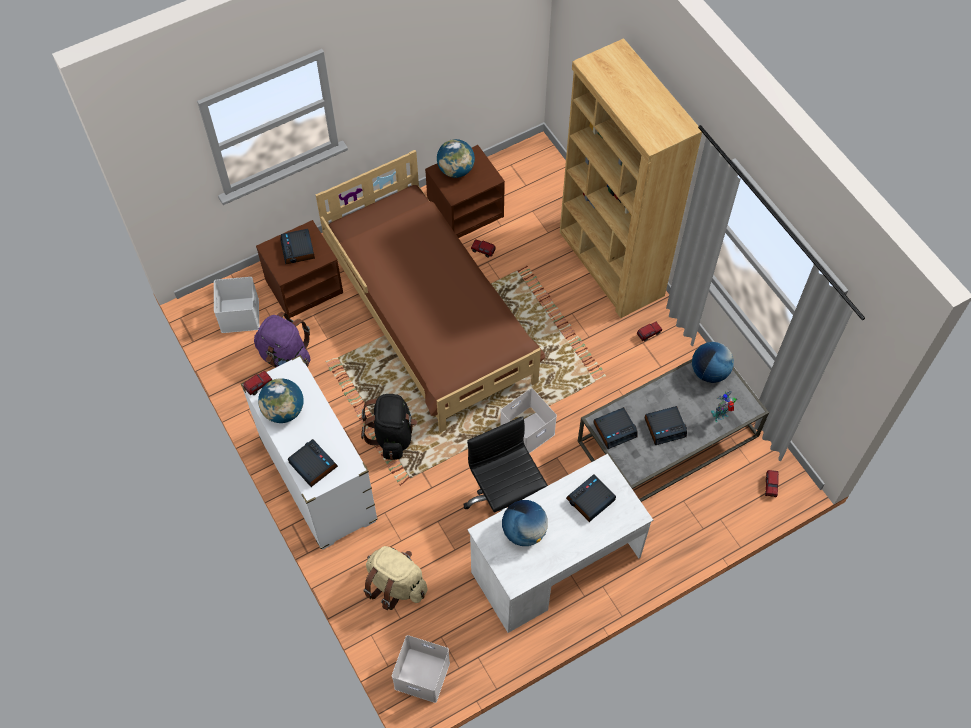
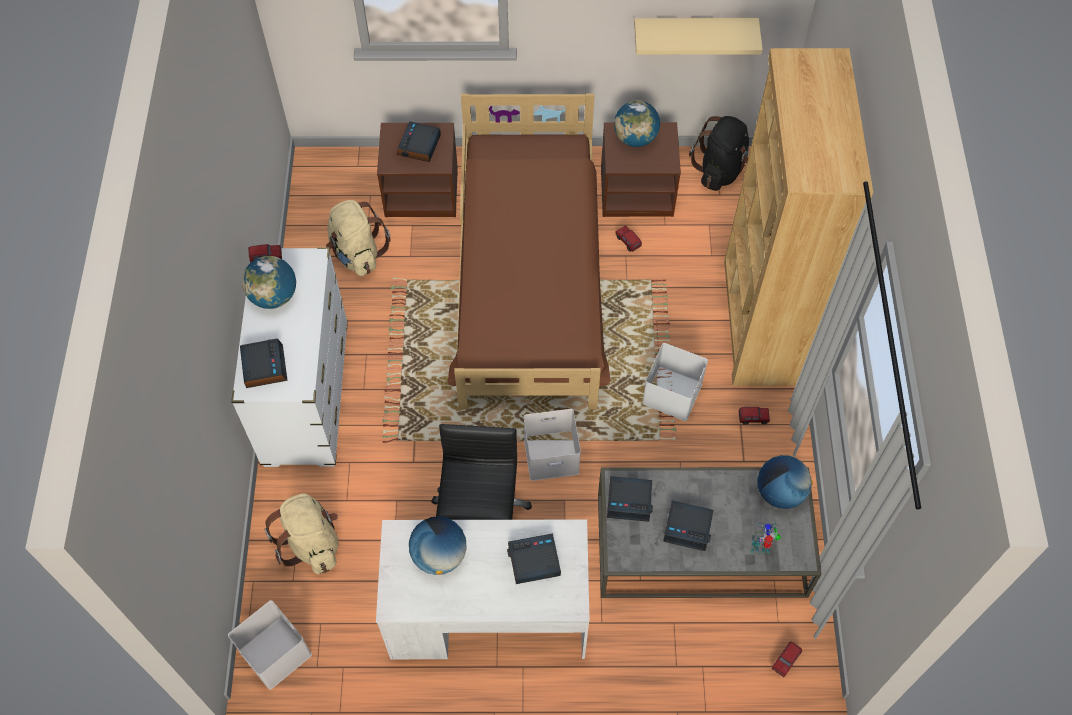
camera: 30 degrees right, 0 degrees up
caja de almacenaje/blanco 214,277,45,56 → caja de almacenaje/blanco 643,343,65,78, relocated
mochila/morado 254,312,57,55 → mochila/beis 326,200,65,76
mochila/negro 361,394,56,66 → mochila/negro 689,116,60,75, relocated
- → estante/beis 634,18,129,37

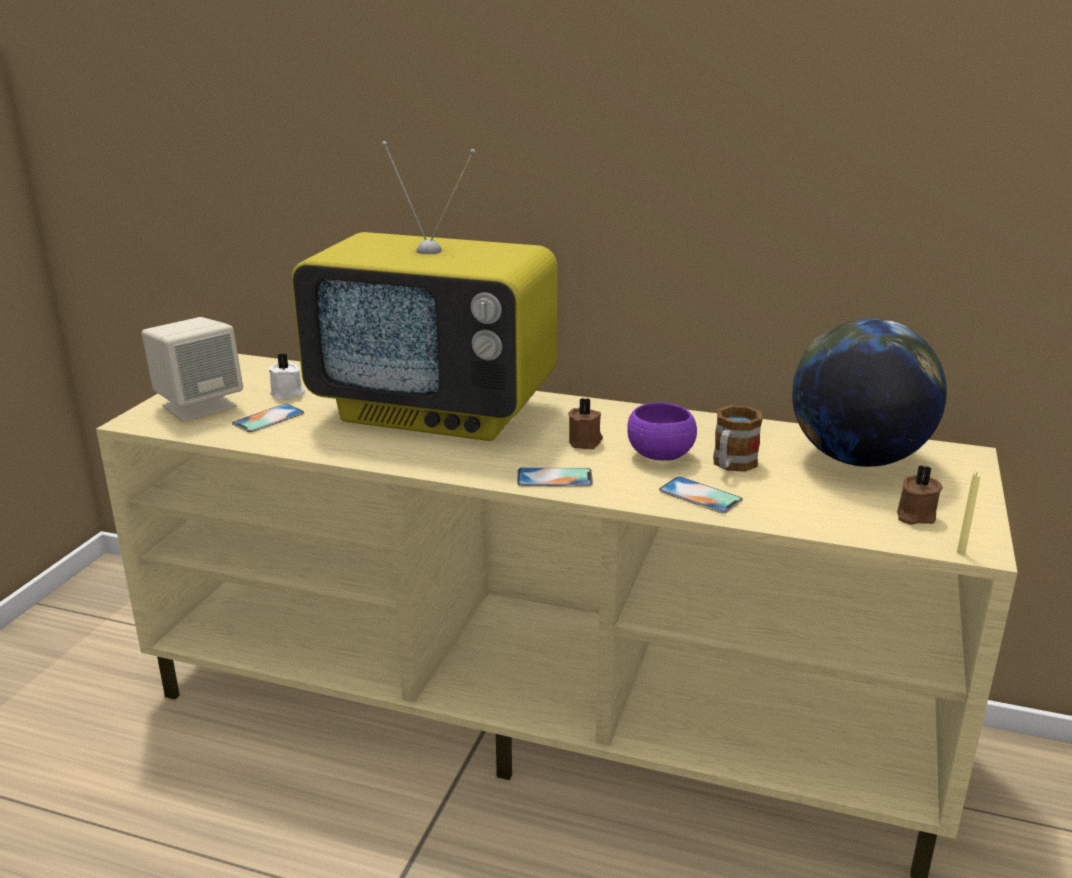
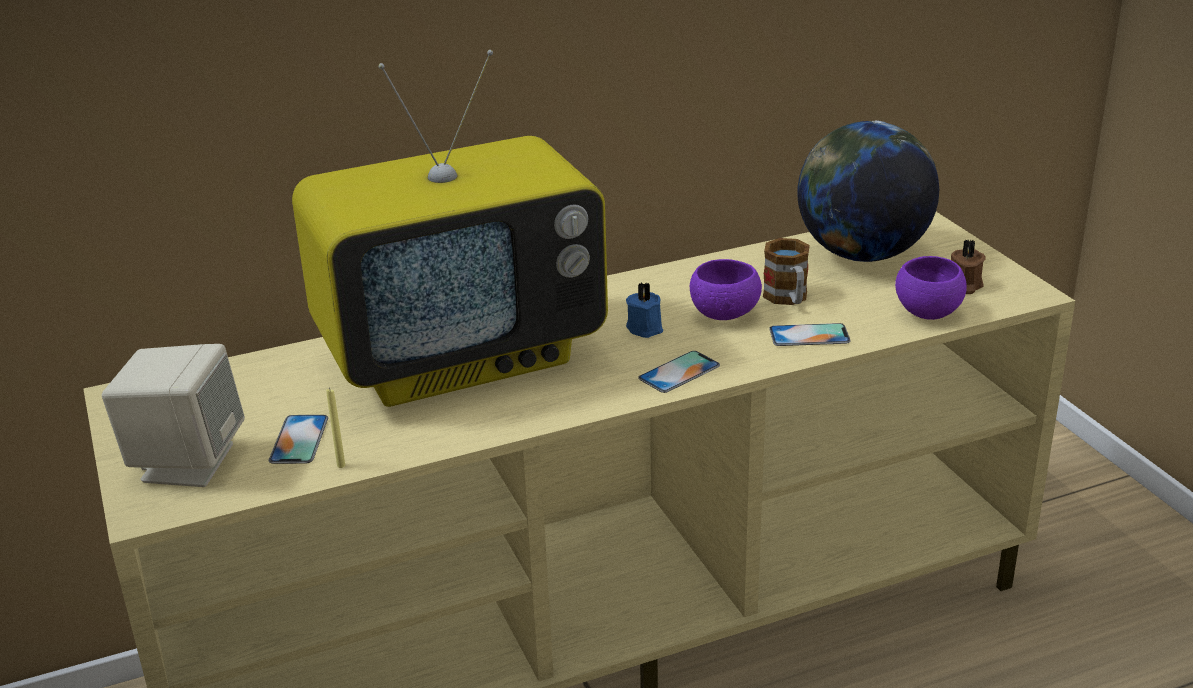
camera: 40 degrees left, 5 degrees up
vela/blanco 269,353,36,47 → -
vela/marrón 568,398,35,51 → vela/azul 626,282,37,56
vela/amarillo 957,472,23,82 → vela/amarillo 326,389,19,79, relocated
- → cuenco/morado 895,256,72,64

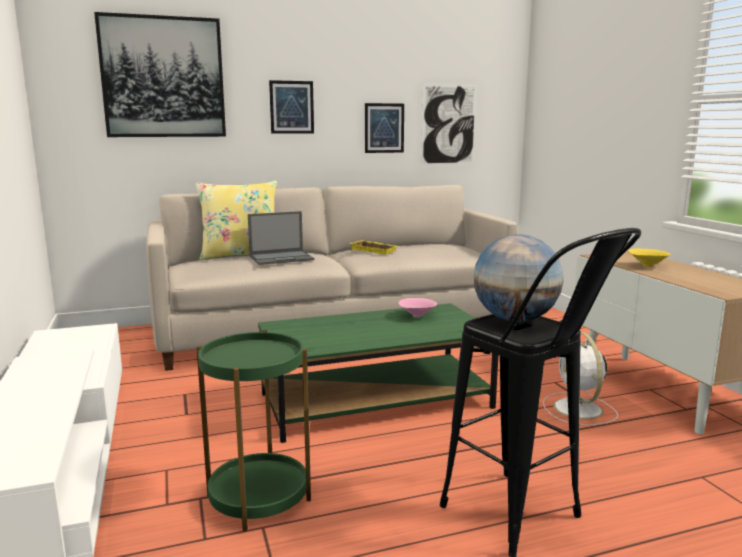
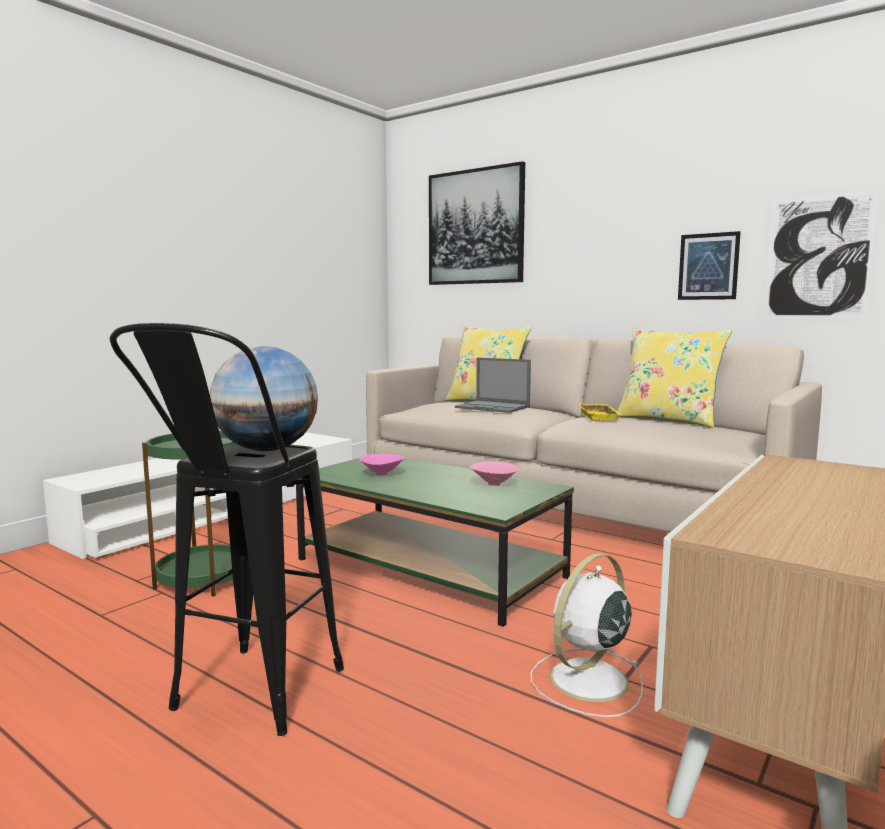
camera: 55 degrees right, 5 degrees down
cuadro 269,80,45,54 → -
cuenco/amarillo 629,248,41,19 → -
- → cuenco/rosa 359,454,45,22
- → cojín/amarillo 617,328,115,100

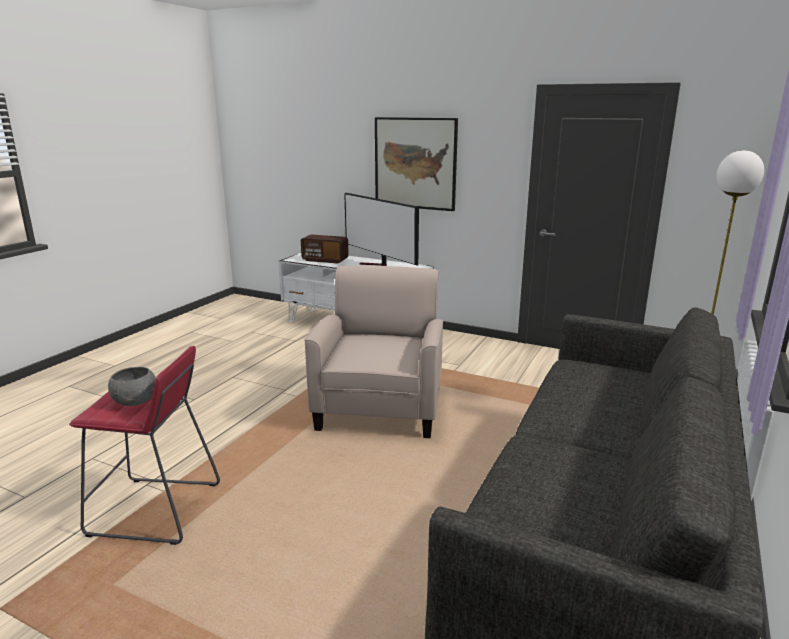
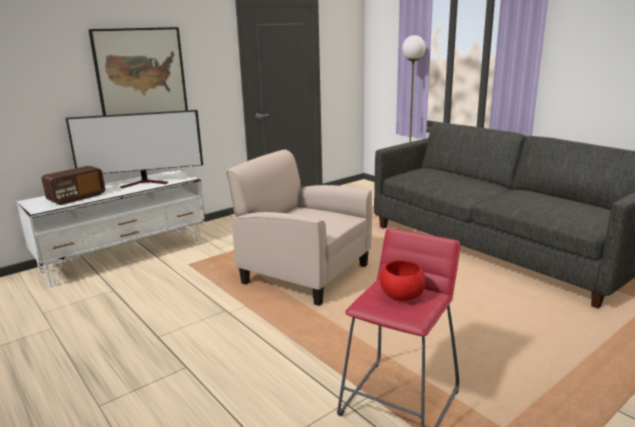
camera: 65 degrees left, 0 degrees up
cuenco/gris 108,367,48,39 → cuenco/rojo 380,260,46,41

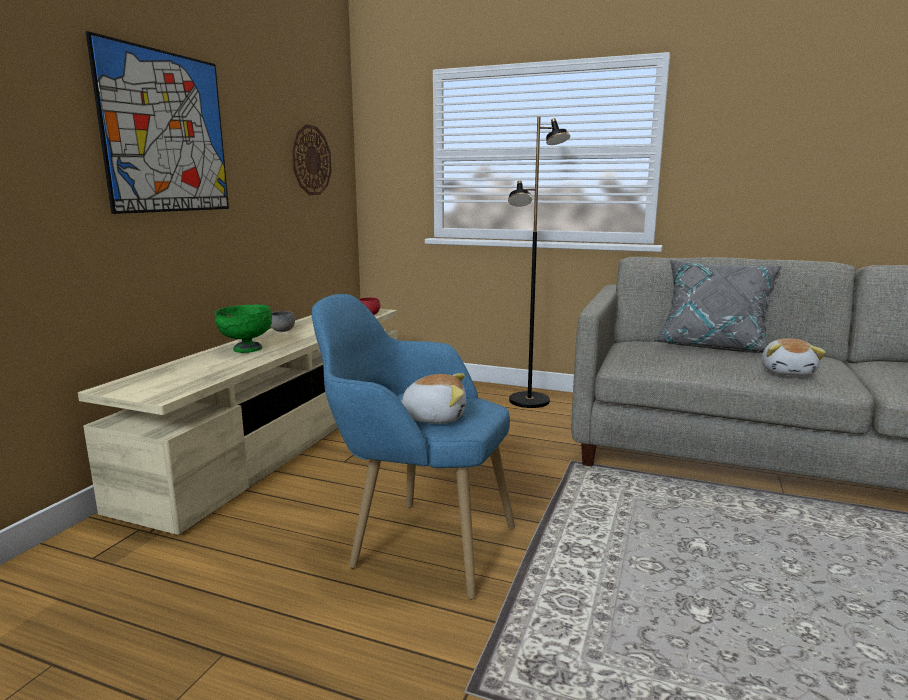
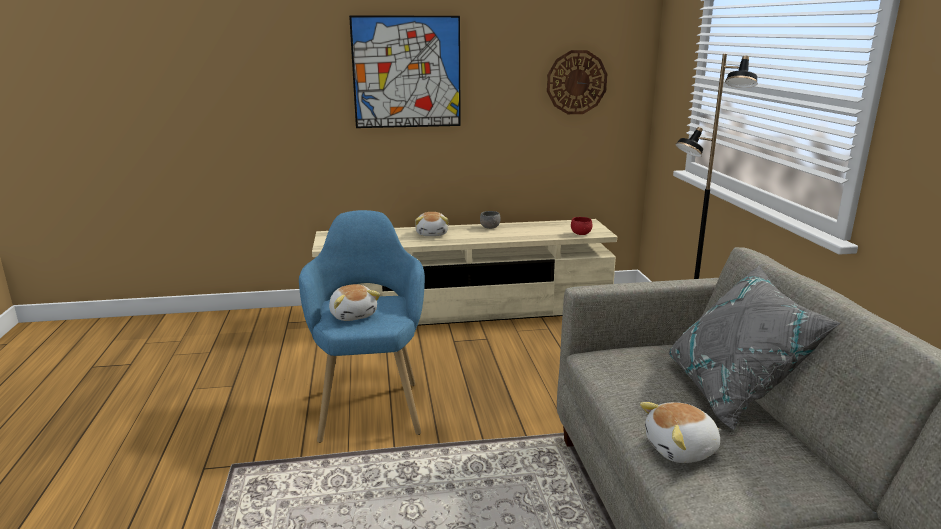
camera: 60 degrees right, 5 degrees up
cuenco/verde 214,305,58,48 → peluche 415,212,34,24

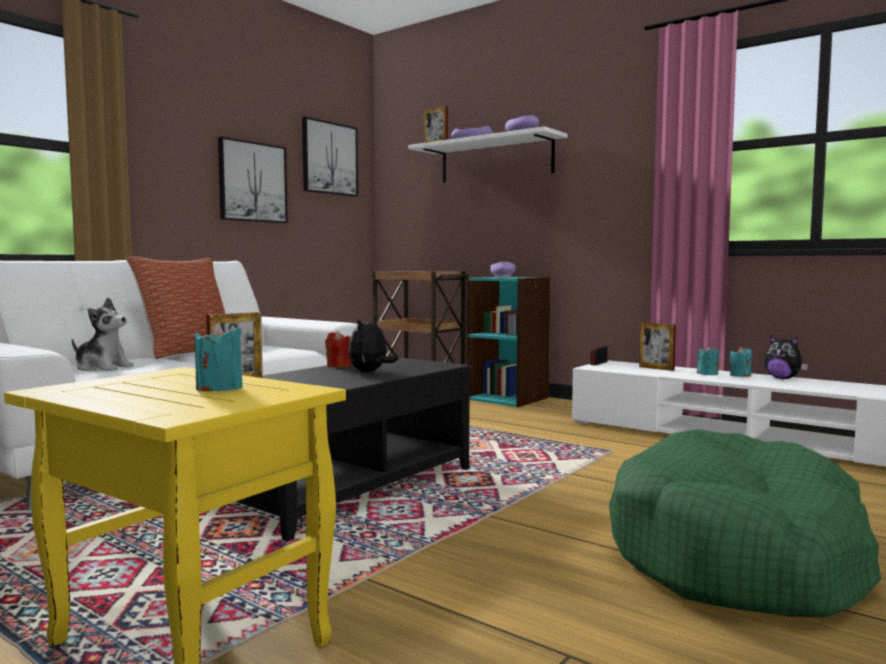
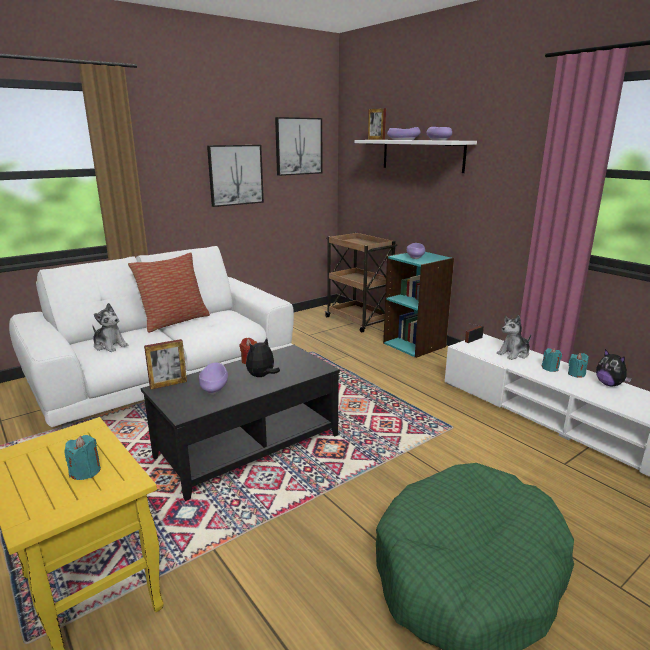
camera: 15 degrees right, 15 degrees up
portarretratos 639,322,37,49 → peluche 497,315,34,45
- → cuenco/morado 199,362,29,33

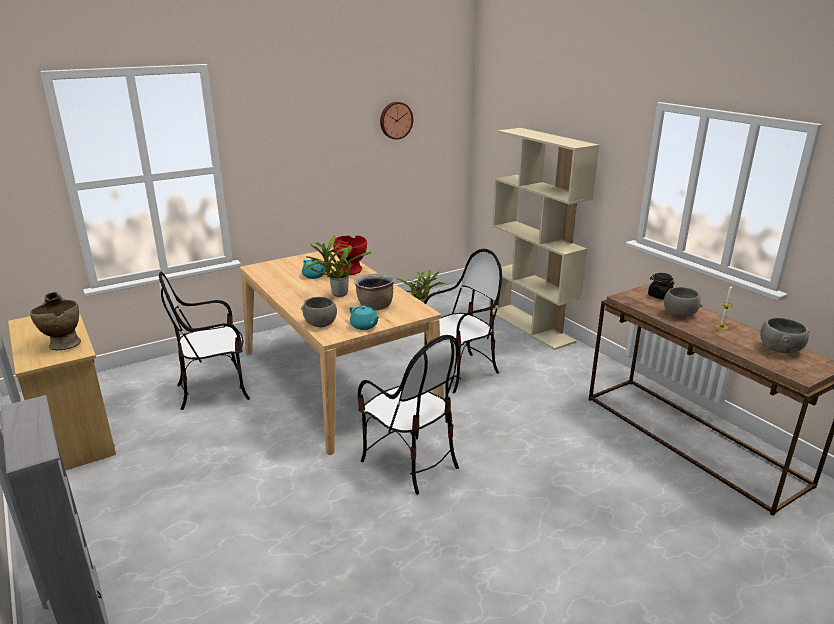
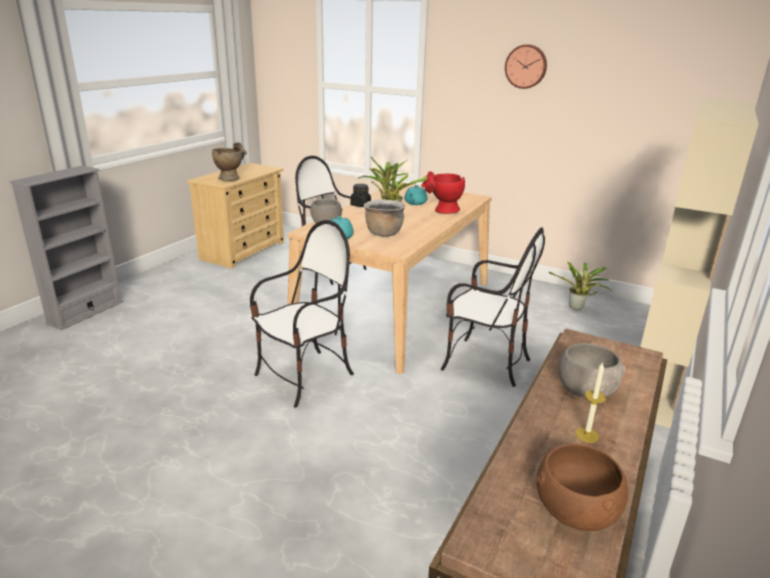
camera: 60 degrees right, 0 degrees up
silla 357,335,102,159 → silla 250,220,104,188, 150 degrees counterclockwise
reloj de pared 380,102,33,38 → reloj de pared 505,44,42,45, relocated
tarro/negro 648,273,26,27 → tarro/negro 350,184,21,23, relocated
cuenco/gris 760,318,49,35 → cuenco/marrón 537,443,91,88

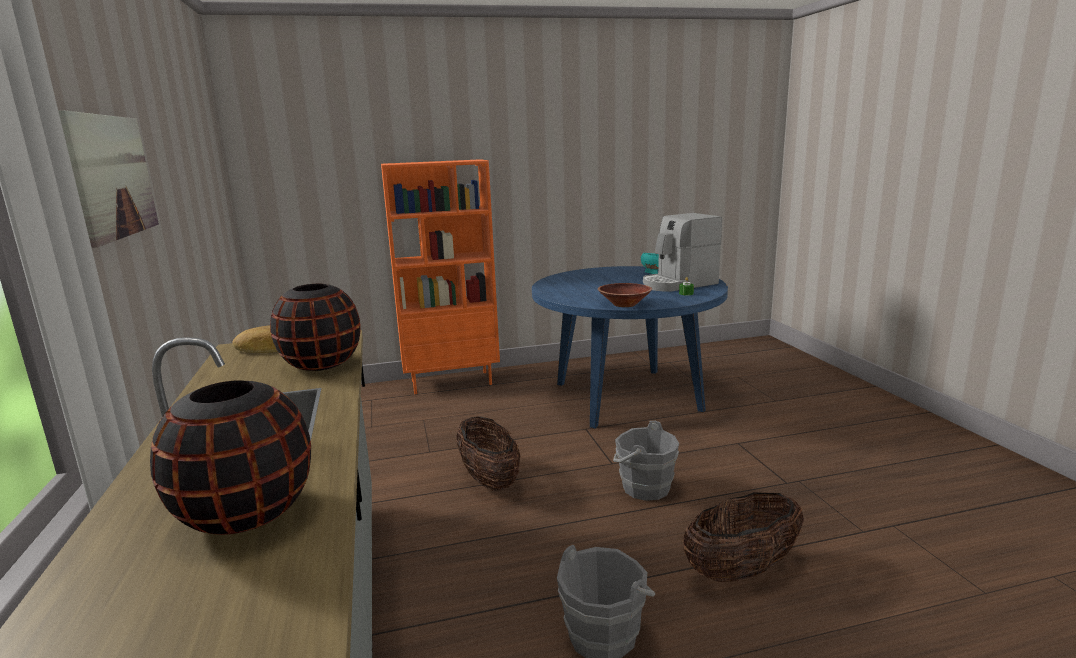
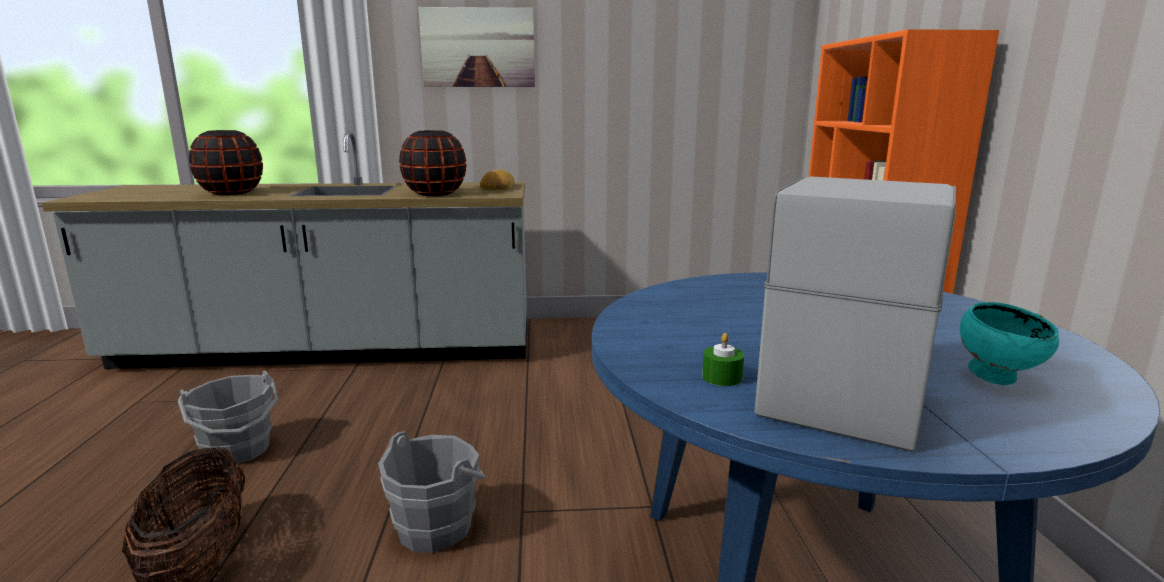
camera: 100 degrees right, 0 degrees up
cesta 456,417,64,74 → -
cuenco/marrón 598,283,54,24 → -
cafetera 643,213,79,79 → cafetera 755,177,201,274, 45 degrees clockwise

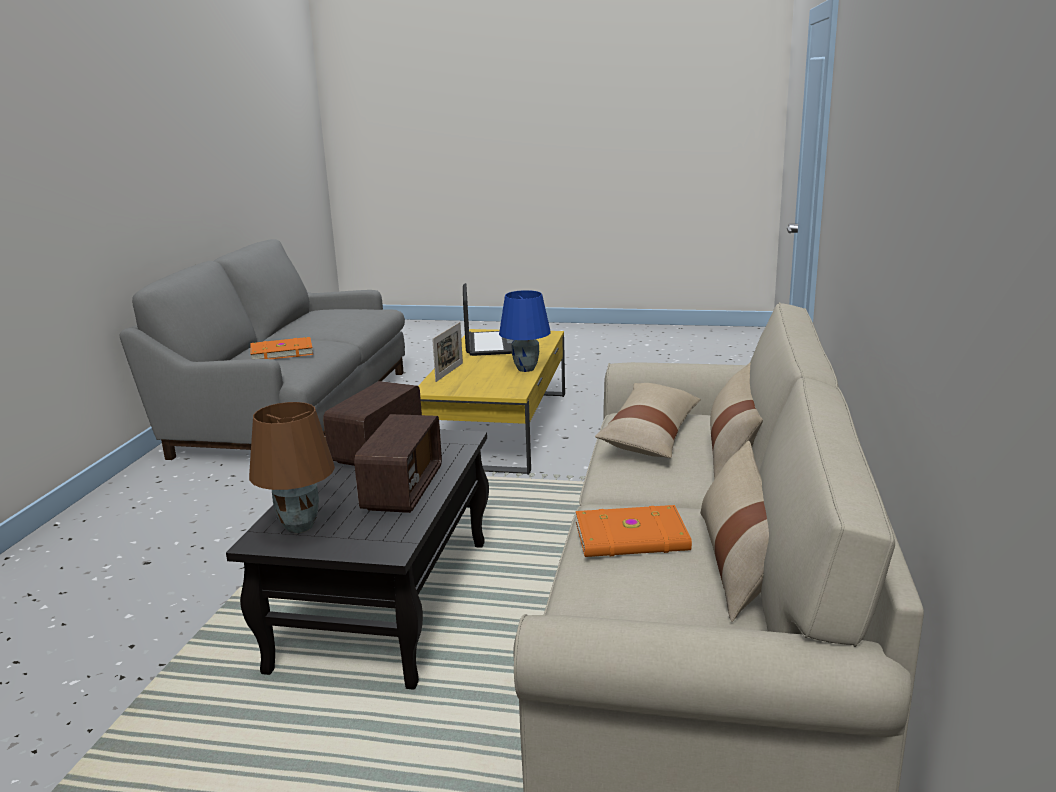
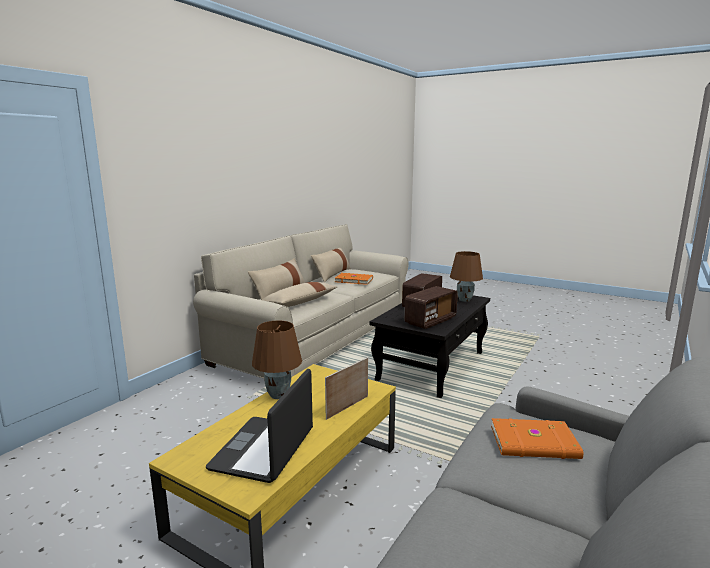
camera: 160 degrees left, 5 degrees down
lámpara de mesa/azul 499,290,52,82 → lámpara de mesa/marrón 252,320,50,79

